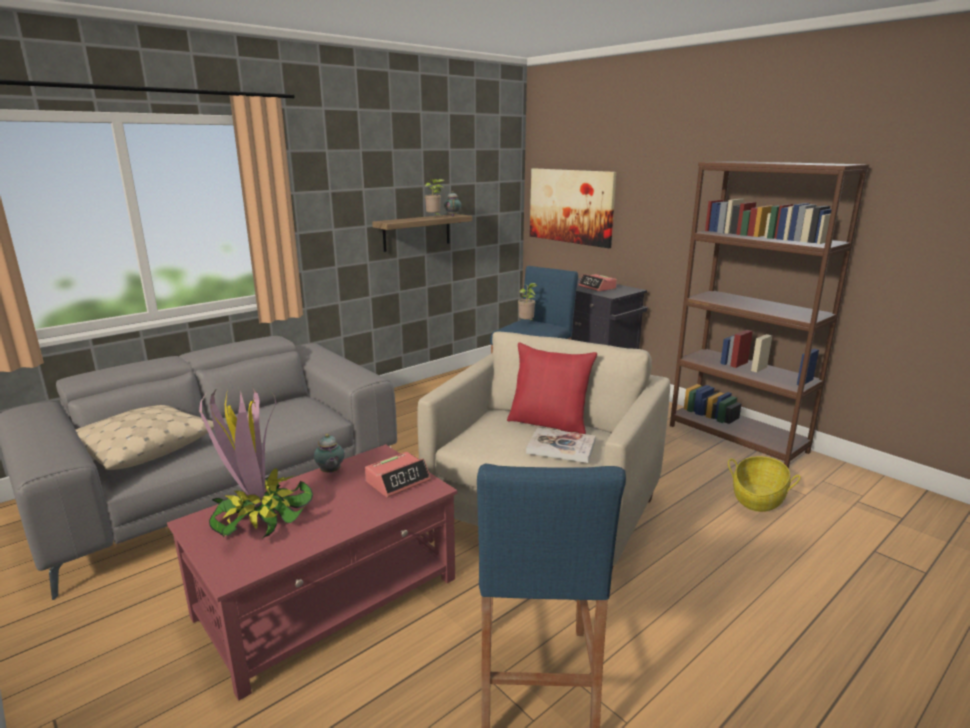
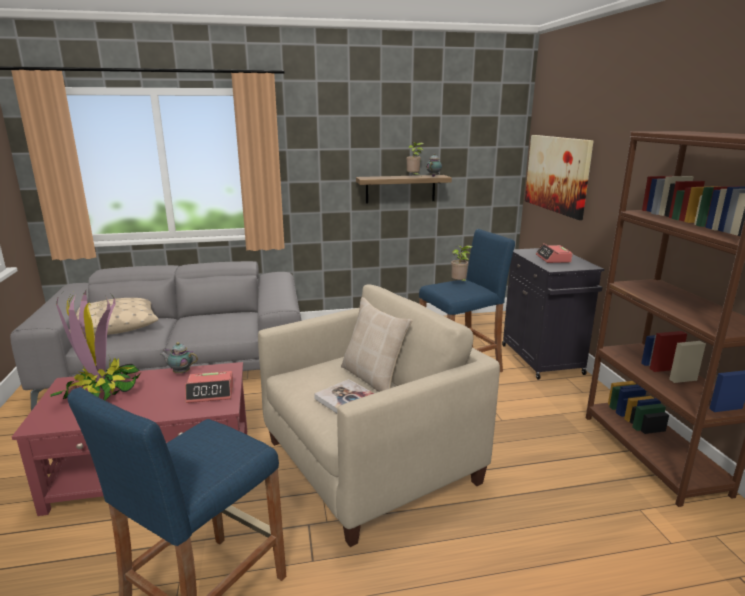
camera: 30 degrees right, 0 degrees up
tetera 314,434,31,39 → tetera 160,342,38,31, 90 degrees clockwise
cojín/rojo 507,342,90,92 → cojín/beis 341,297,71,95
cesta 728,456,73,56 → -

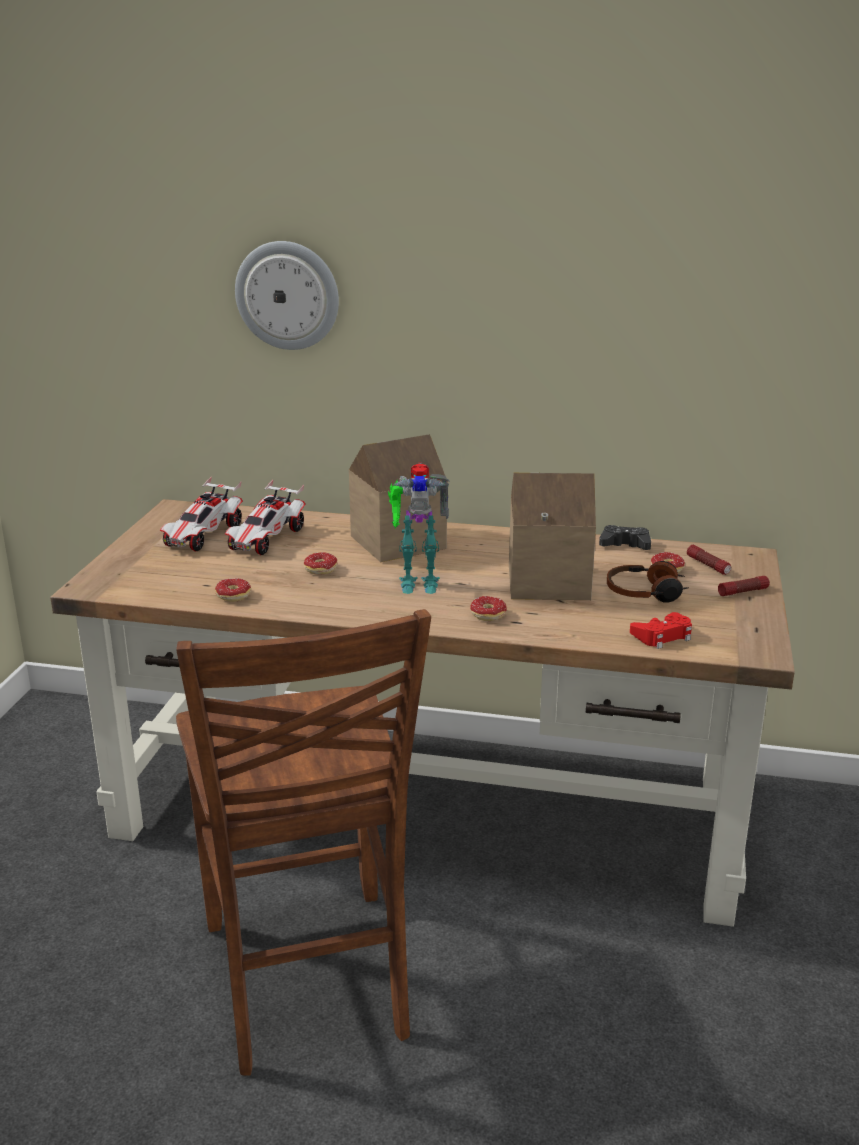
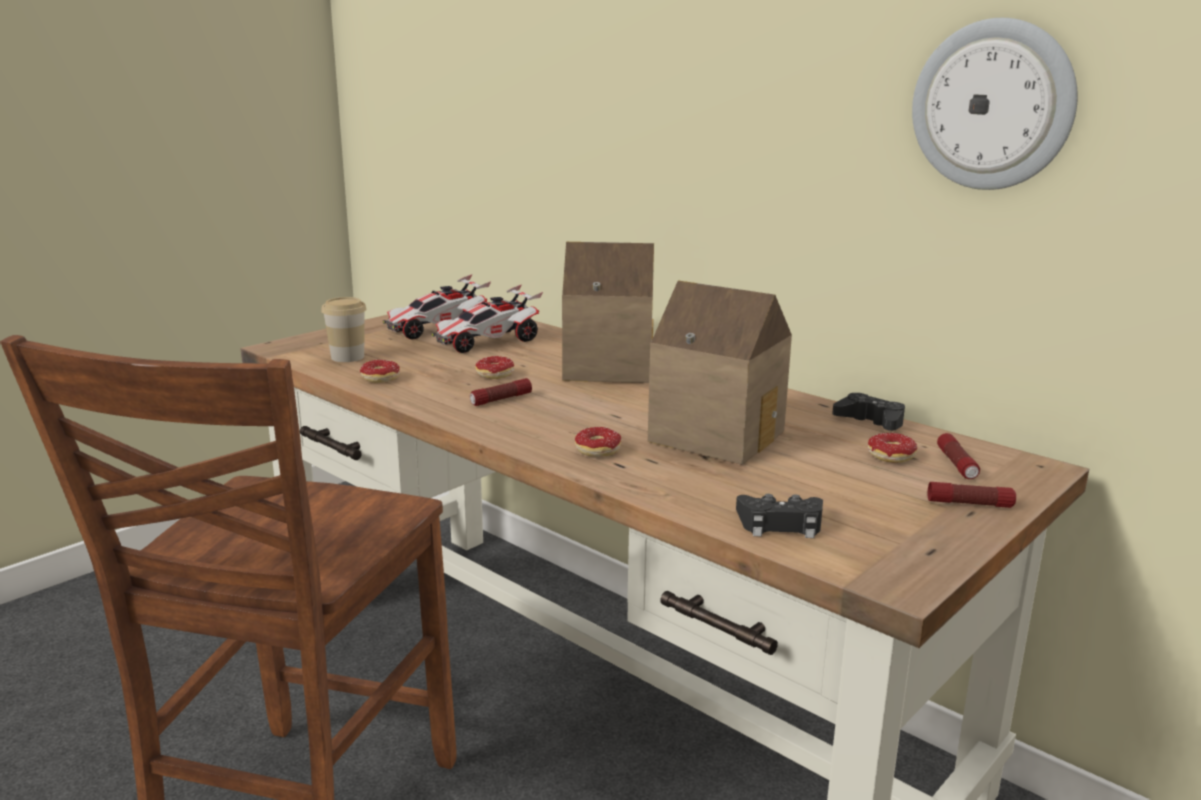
camera: 30 degrees right, 5 degrees down
reloj de pared 235,241,104,109 → reloj de pared 912,18,166,172, relocated
robot de juguete 388,462,62,132 → -
auriculares 607,561,82,42 → -
mando de consola/rojo 630,612,62,37 → mando de consola/negro 736,494,87,44
- → taza 321,297,45,65
- → linterna 470,378,62,28

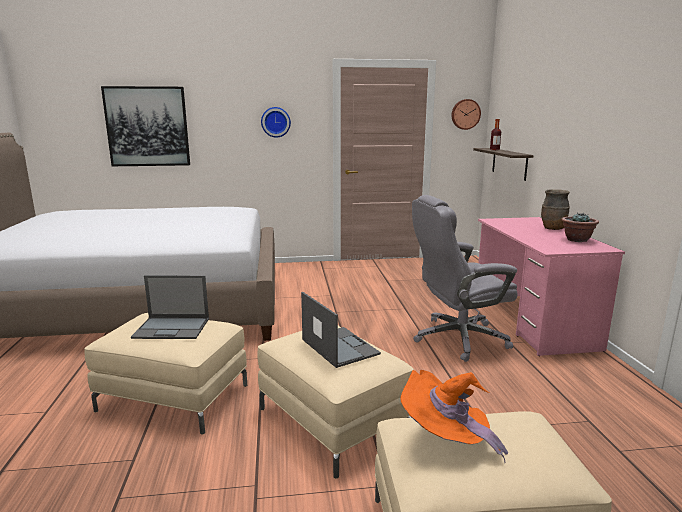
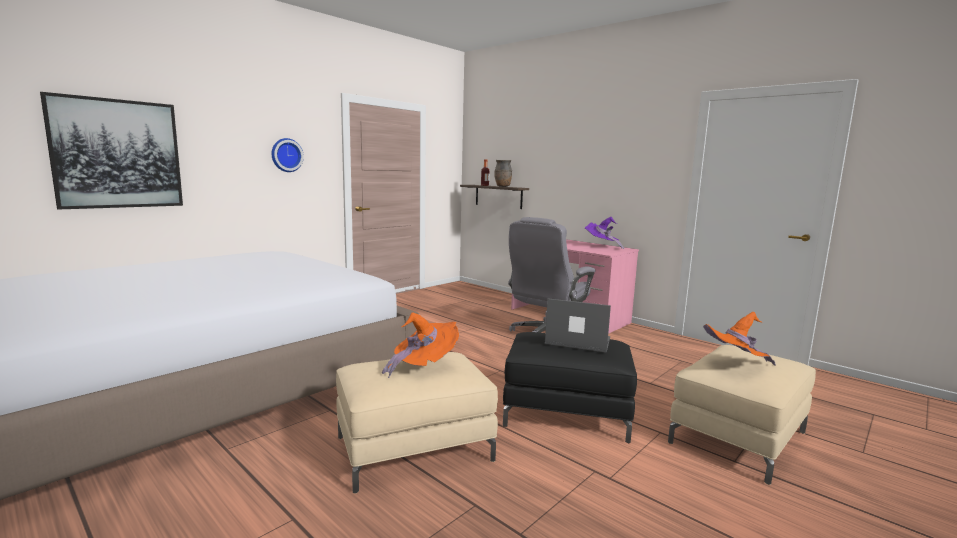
camera: 40 degrees left, 5 degrees down
portátil 131,275,78,64 → sombrero/naranja 382,312,77,66
puf/beis 258,326,156,153 → puf/negro 503,332,134,111
reloj de pared 452,99,29,31 → -
florero/marrón 541,189,29,41 → florero/marrón 494,160,18,27, relocated
planta en maceta 561,212,38,30 → sombrero/morado 585,217,39,33

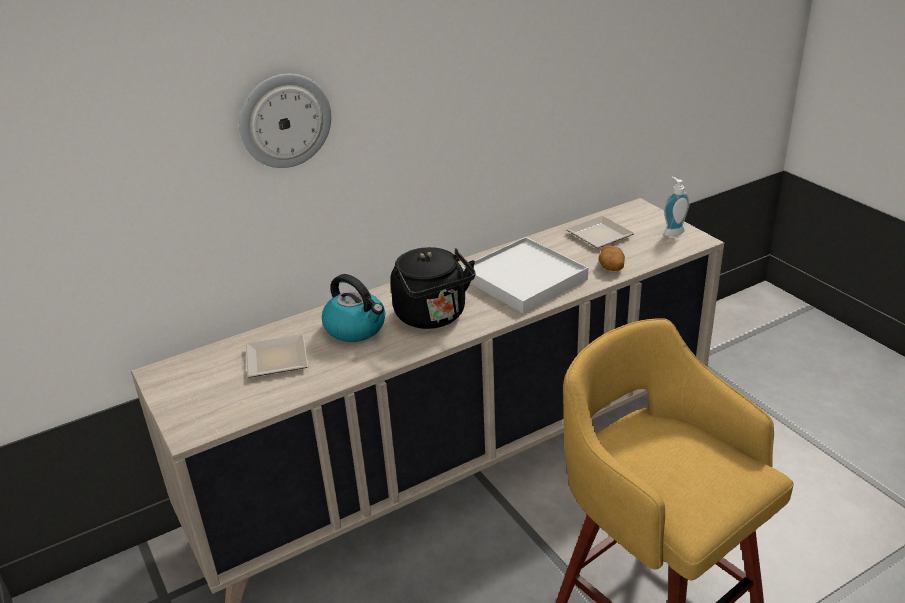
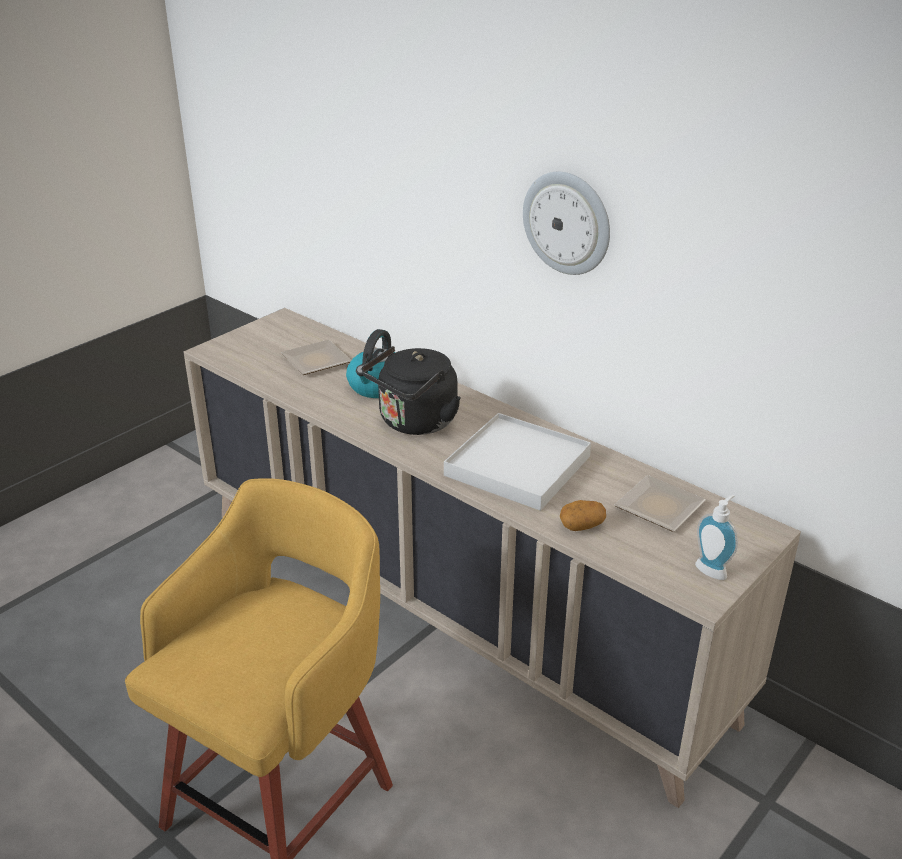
camera: 70 degrees right, 0 degrees up
reloj de pared 239,74,92,94 → reloj de pared 523,171,87,104, relocated

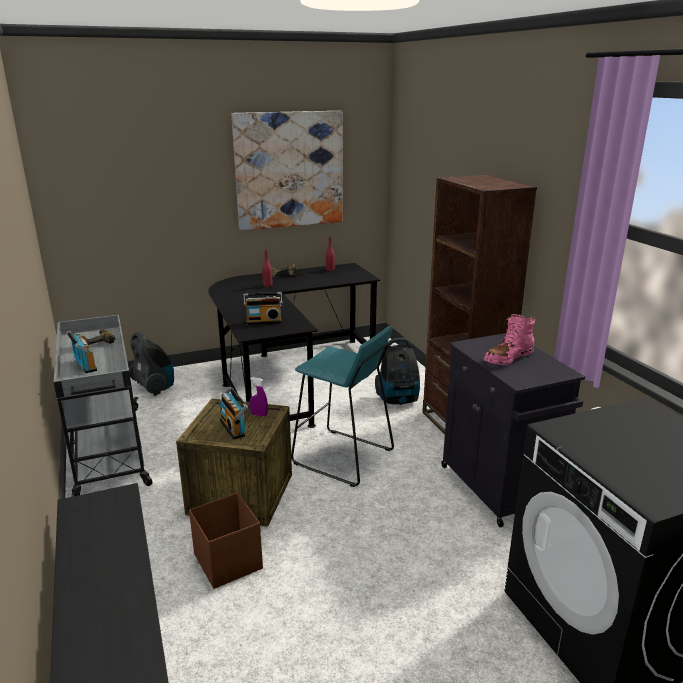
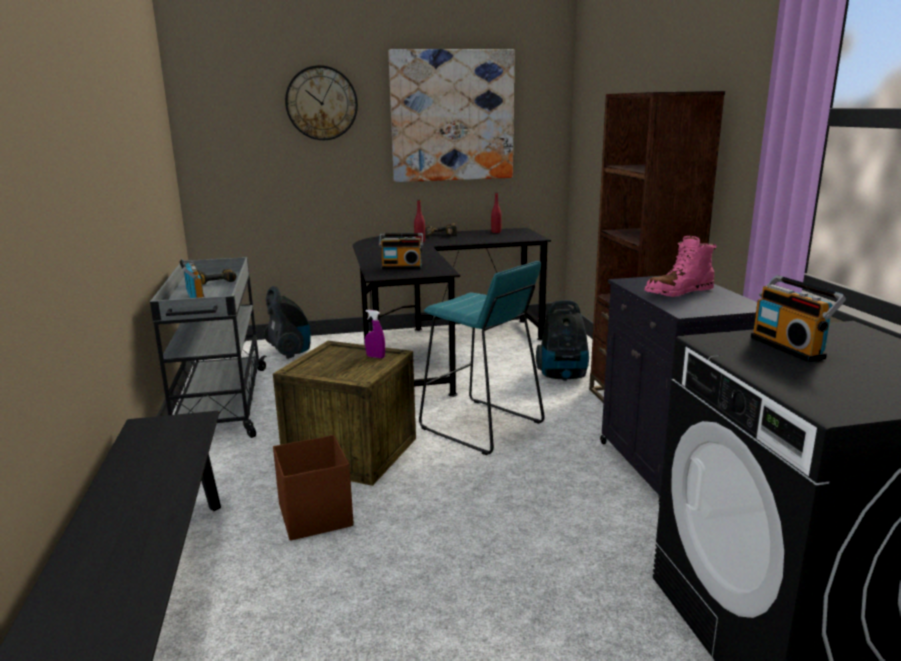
camera: 10 degrees right, 5 degrees down
radio 219,387,29,53 → radio 750,275,96,87, relocated
- → reloj de pared 285,65,73,75

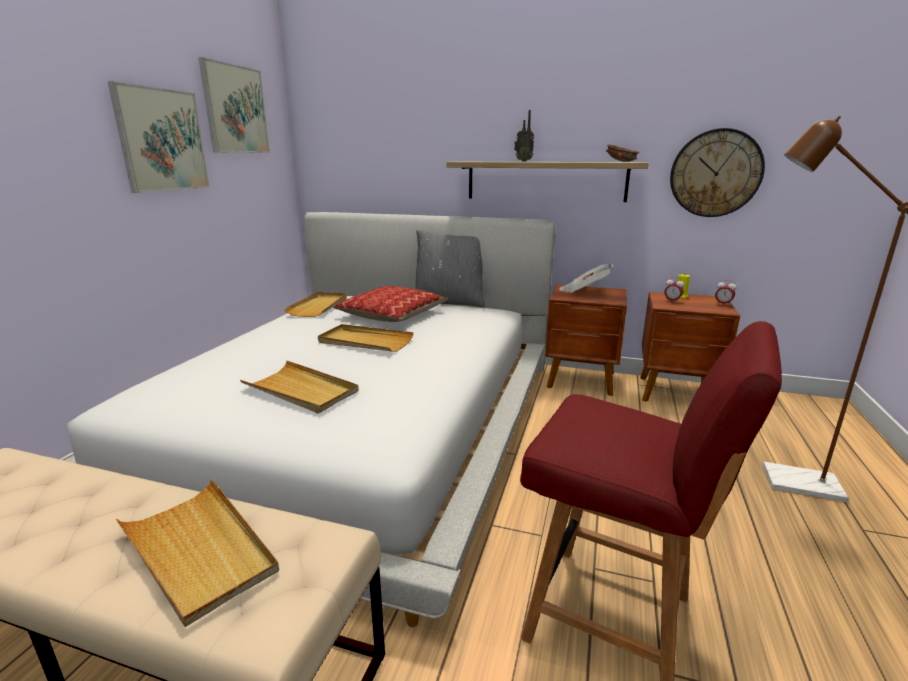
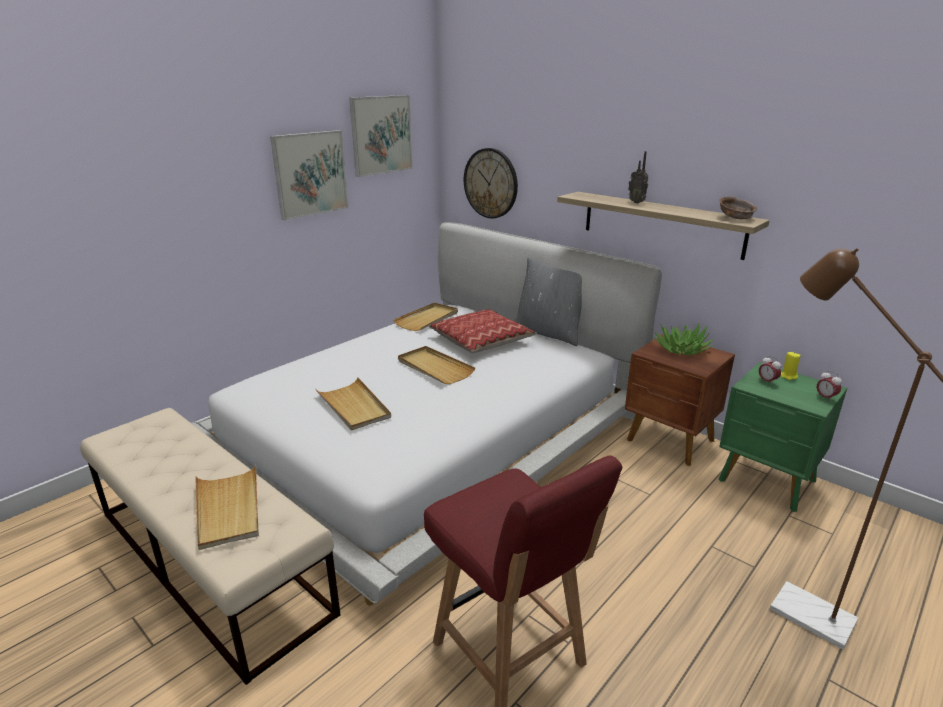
camera: 25 degrees right, 5 degrees up
periódico 560,264,54,29 → planta en maceta 653,323,61,32
mesita de noche/marrón 640,292,100,110 → mesita de noche/verde 719,363,128,149
reloj de pared 670,128,95,89 → reloj de pared 464,148,54,71, relocated

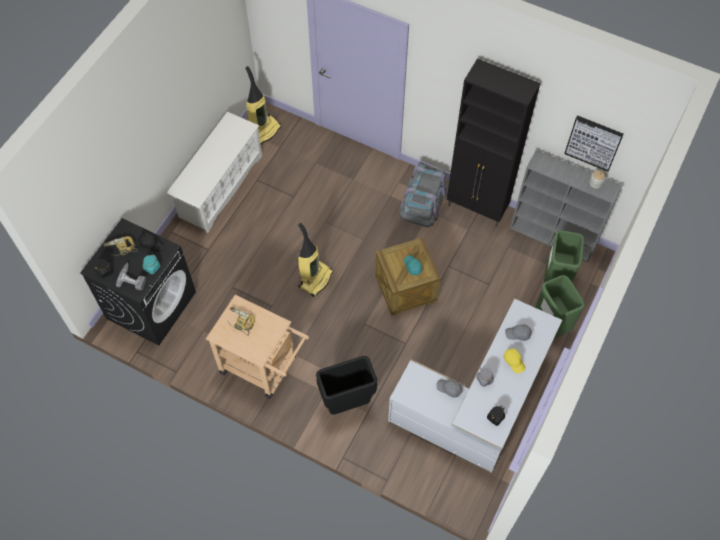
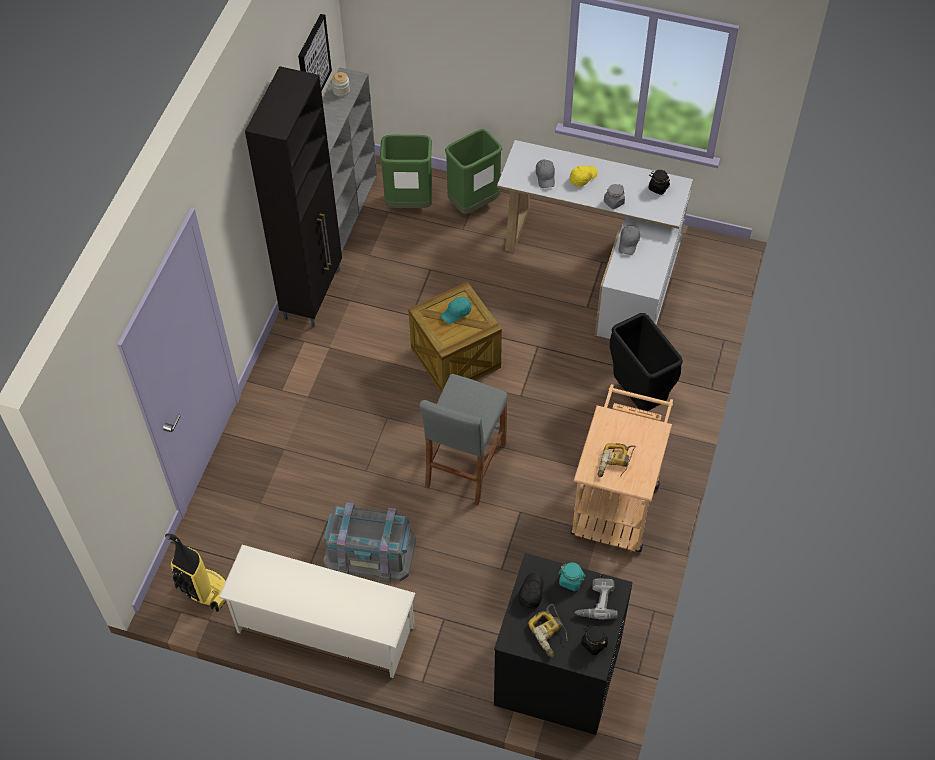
camera: 100 degrees left, 5 degrees down
aspiradora 297,223,36,74 → taburete/gris 419,374,88,131
caja de almacenaje/gris 399,164,48,64 → caja de almacenaje/gris 323,502,93,81, relocated

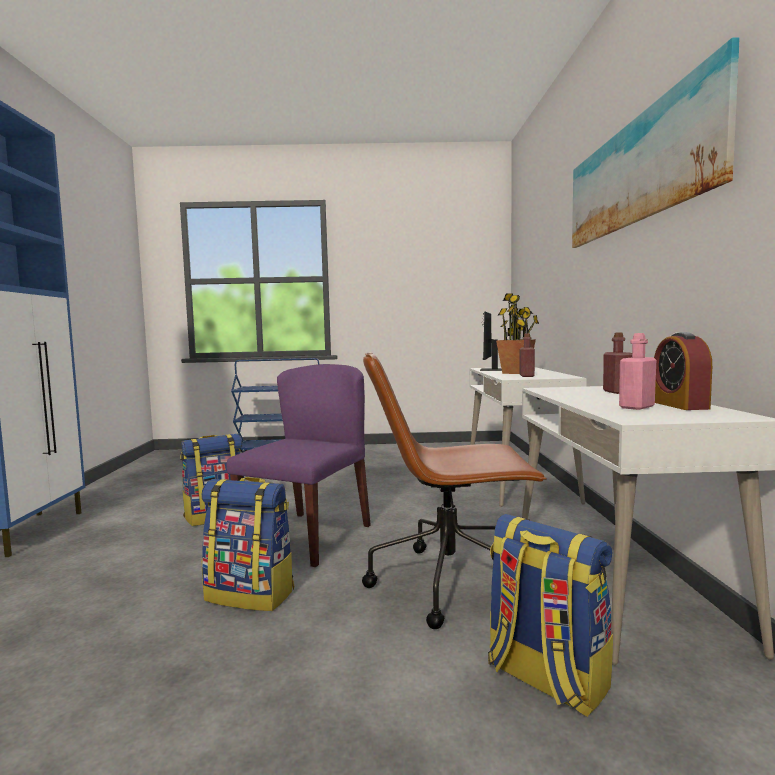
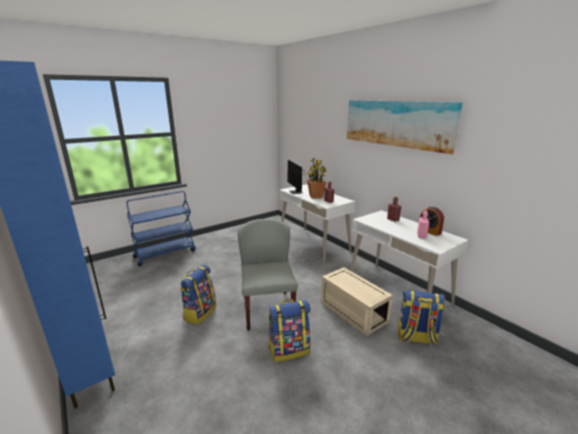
camera: 35 degrees left, 15 degrees up
silla/morado 226,364,145,203 → silla/gris 238,219,60,112
silla de oficina/marrón 362,352,185,277 → caja de almacenaje/beis 321,267,72,69

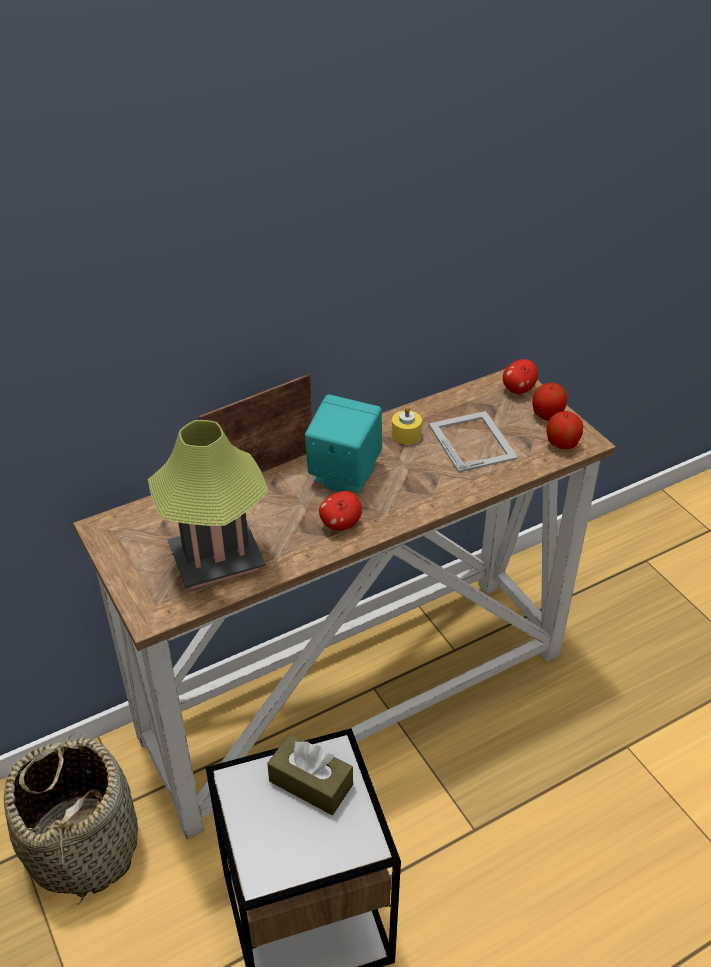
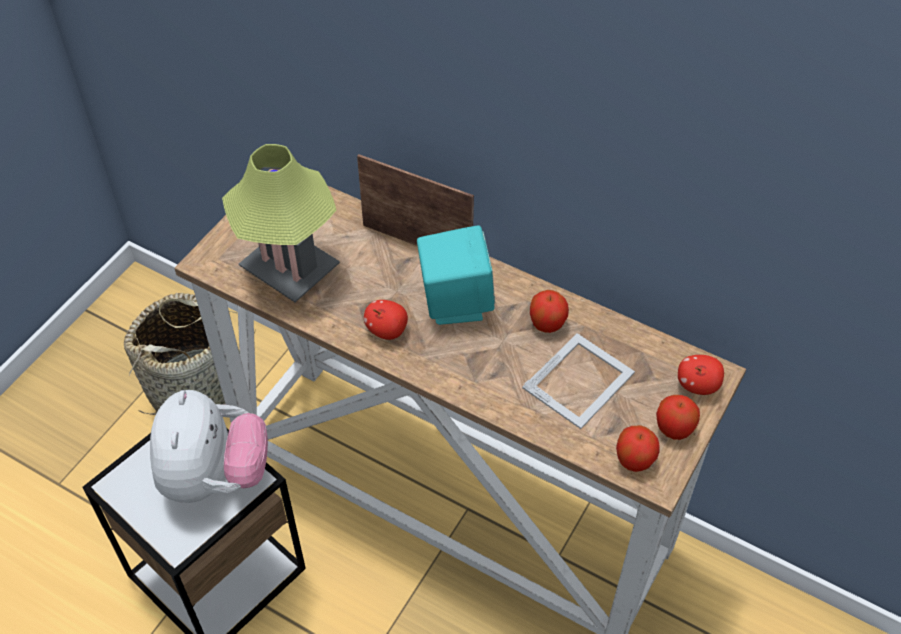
camera: 60 degrees right, 10 degrees up
caja de pañuelos/marrón 267,734,86,81 → peluche 150,390,118,113
vela/amarillo 392,406,30,38 → manzana 530,290,39,43

